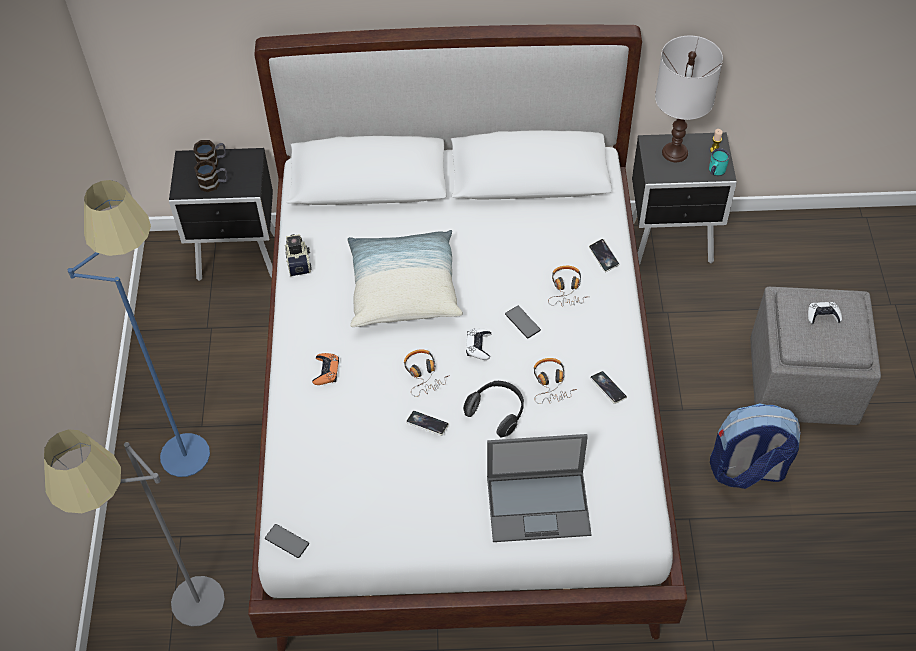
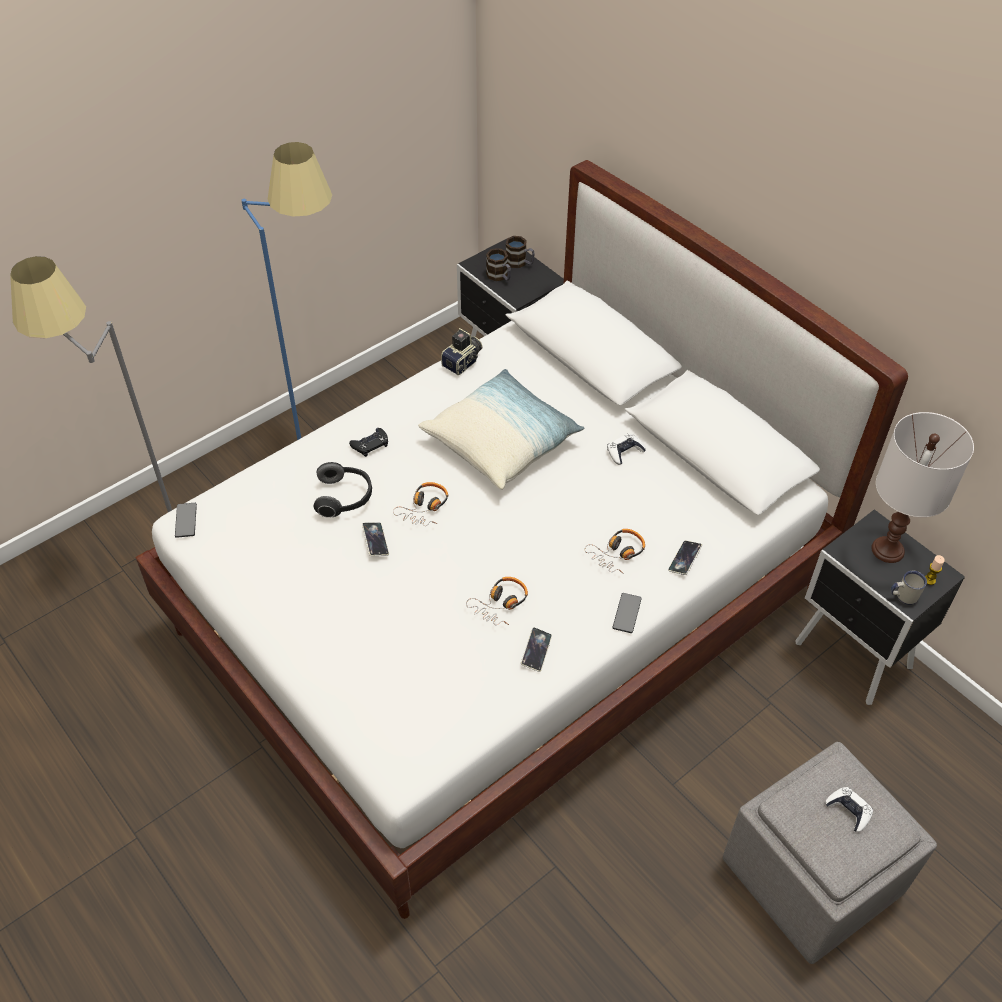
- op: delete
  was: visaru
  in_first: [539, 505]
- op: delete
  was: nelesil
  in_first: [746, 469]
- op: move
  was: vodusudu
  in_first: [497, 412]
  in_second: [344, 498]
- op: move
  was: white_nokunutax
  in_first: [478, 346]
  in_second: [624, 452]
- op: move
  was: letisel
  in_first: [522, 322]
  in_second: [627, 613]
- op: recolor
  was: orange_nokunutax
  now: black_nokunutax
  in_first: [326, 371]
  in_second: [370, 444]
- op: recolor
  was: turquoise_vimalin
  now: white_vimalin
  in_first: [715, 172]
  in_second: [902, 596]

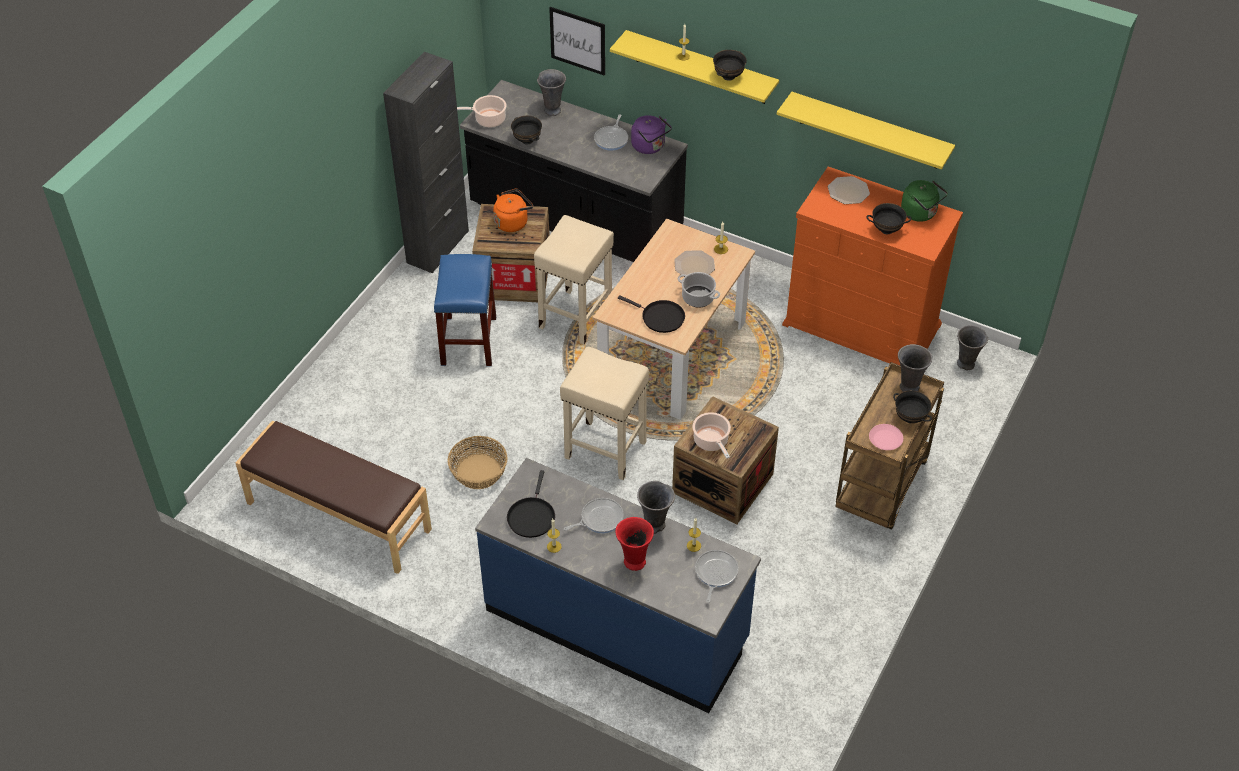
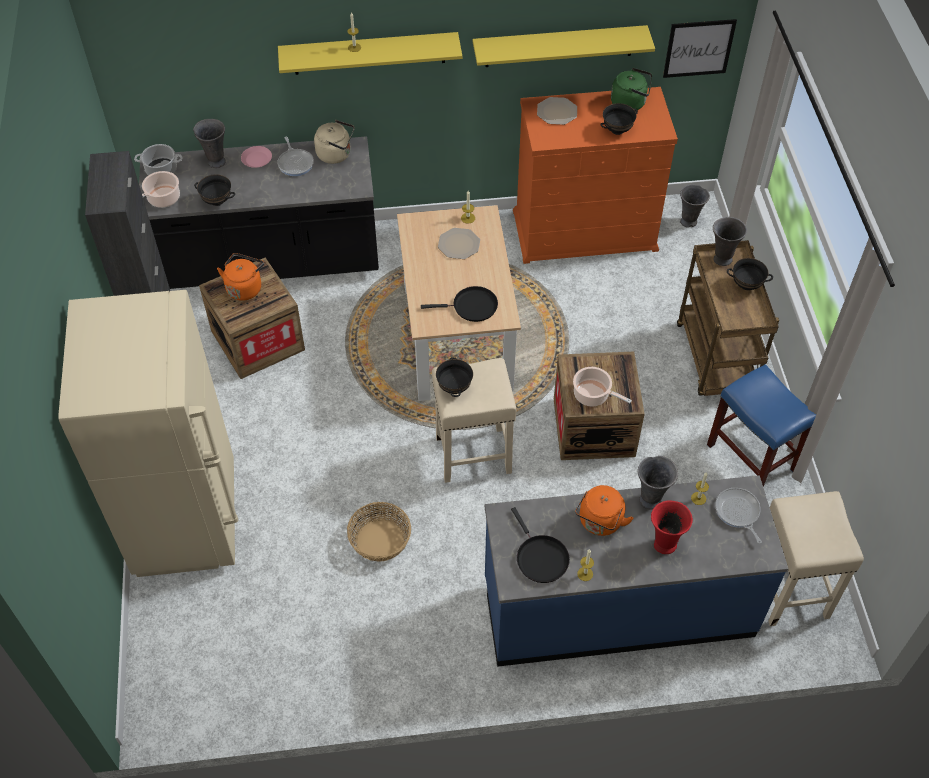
- op: delete
  was: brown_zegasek
  in_first: [338, 517]
- op: insert
  now: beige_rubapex
  in_second: [187, 519]
- op: move
  was: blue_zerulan
  in_first: [469, 341]
  in_second: [752, 457]
- op: move
  was: beige_zerulan
  in_first: [576, 316]
  in_second: [788, 588]
- op: move
  was: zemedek
  in_first: [578, 40]
  in_second: [698, 48]
- op: move
  was: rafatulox
  in_first: [698, 298]
  in_second: [162, 170]
- op: move
  was: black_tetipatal
  in_first: [729, 76]
  in_second: [455, 387]
- op: move
  was: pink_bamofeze
  in_first: [885, 440]
  in_second: [256, 160]
- op: replace
  was: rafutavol
  now: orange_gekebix
  in_first: [599, 519]
  in_second: [600, 523]
- op: recolor
  was: purple_gekebix
  now: beige_gekebix
  in_first: [650, 147]
  in_second: [336, 154]

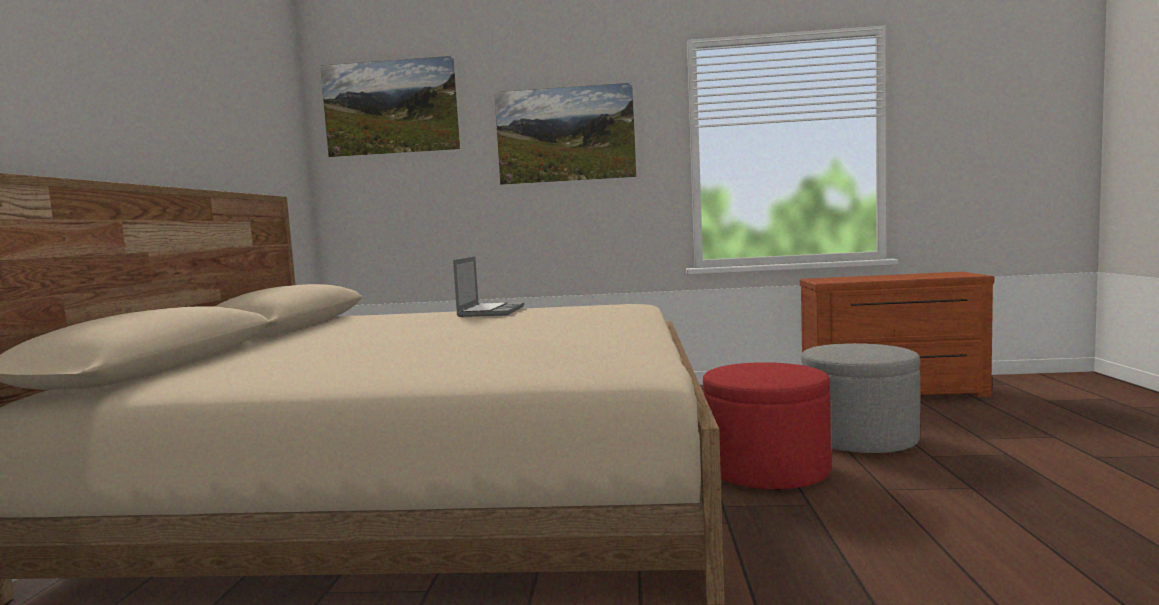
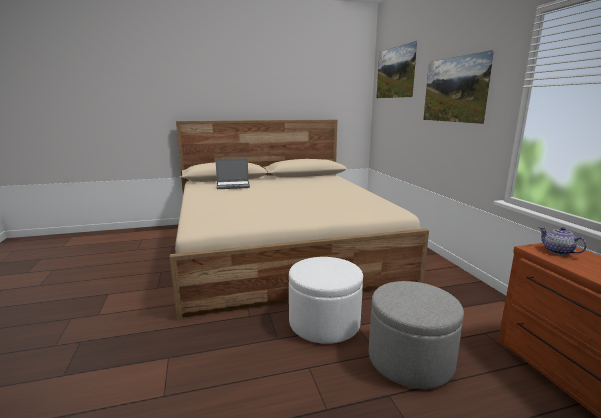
- op: insert
  now: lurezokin
  in_second: [558, 251]
- op: move
  was: visaru
  in_first: [490, 311]
  in_second: [233, 186]
- op: recolor
  was: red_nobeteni
  now: white_nobeteni
  in_first: [766, 470]
  in_second: [324, 323]

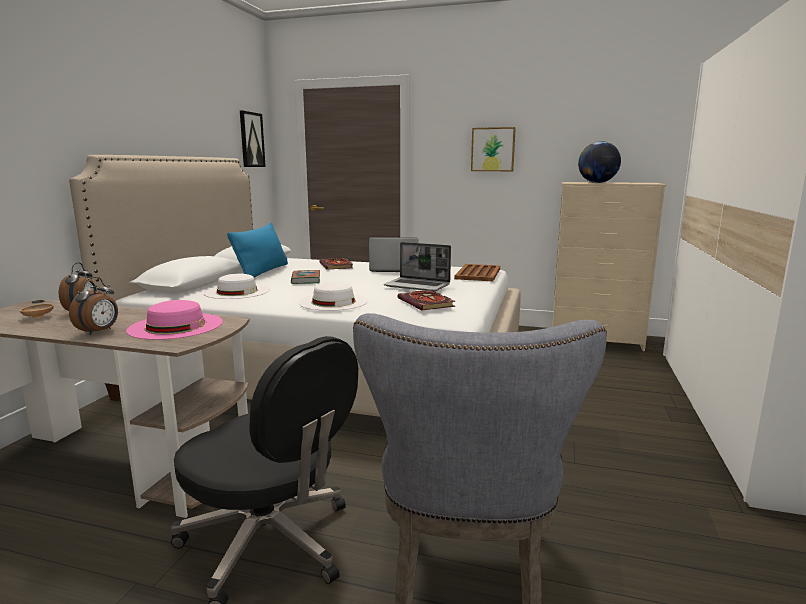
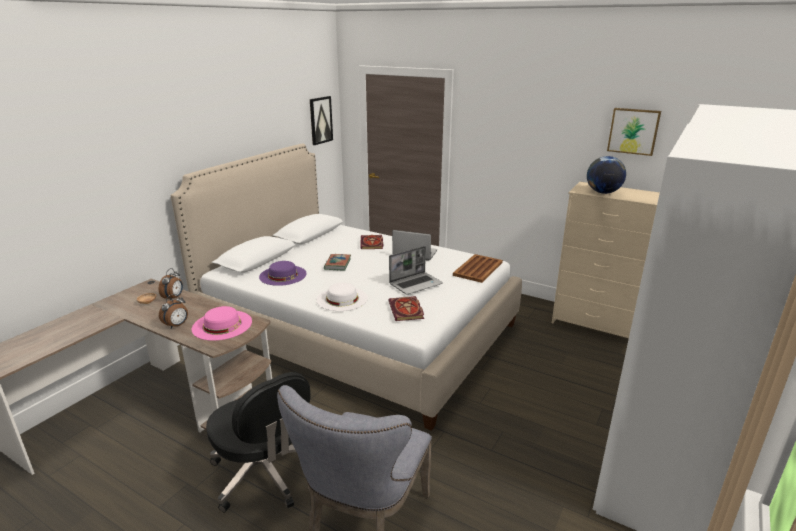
- op: delete
  was: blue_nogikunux
  in_first: [262, 272]
- op: move
  was: zemedek
  in_first: [493, 149]
  in_second: [633, 131]
- op: recolor
  was: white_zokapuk
  now: purple_zokapuk
  in_first: [237, 291]
  in_second: [283, 275]
- op: rotate
  was: visaru
  in_first: [418, 286]
  in_second: [416, 284]
  clockwise: -75

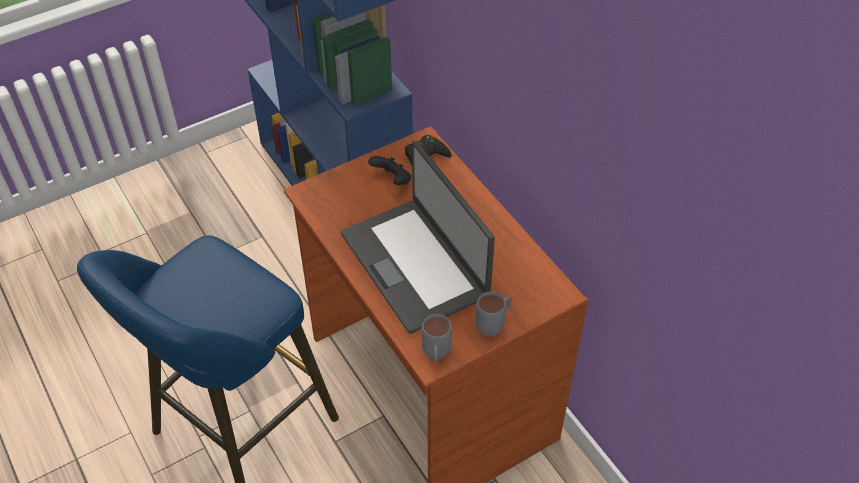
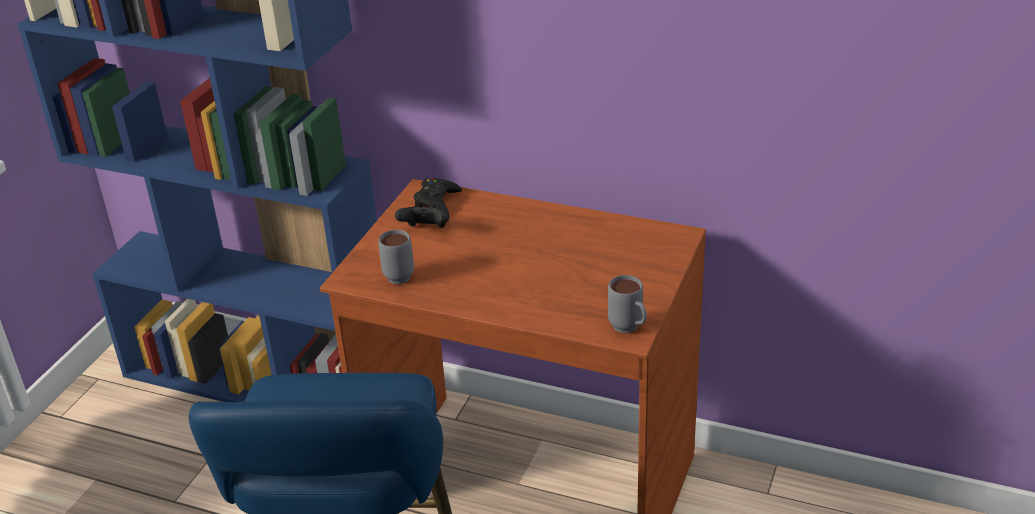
- op: delete
  was: visaru
  in_first: [415, 264]
- op: move
  was: grey_vimalin
  in_first: [494, 325]
  in_second: [401, 274]

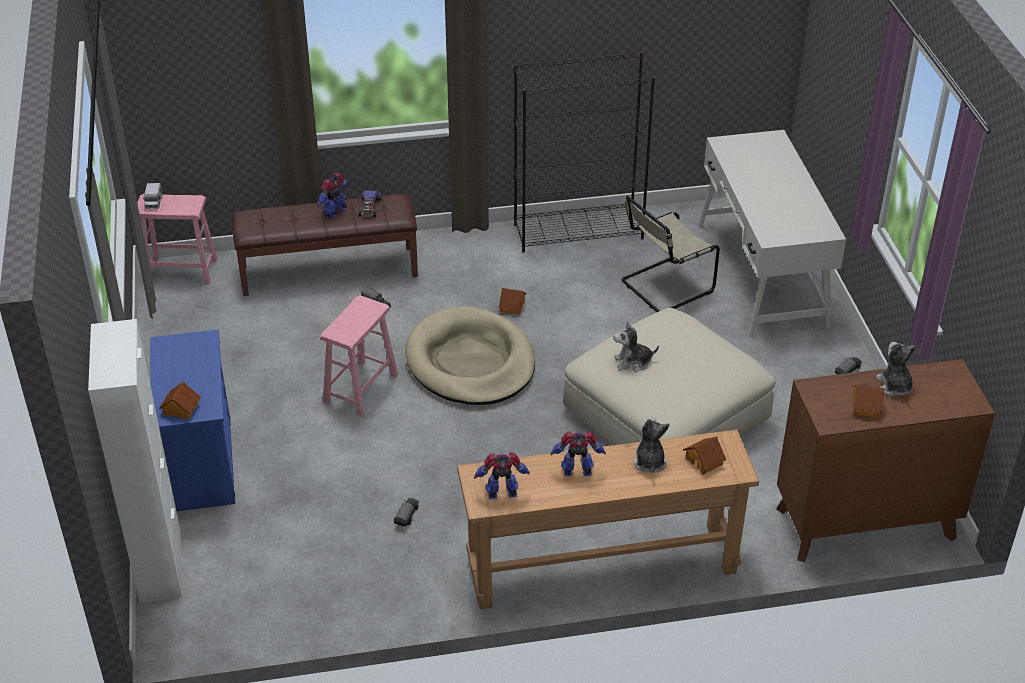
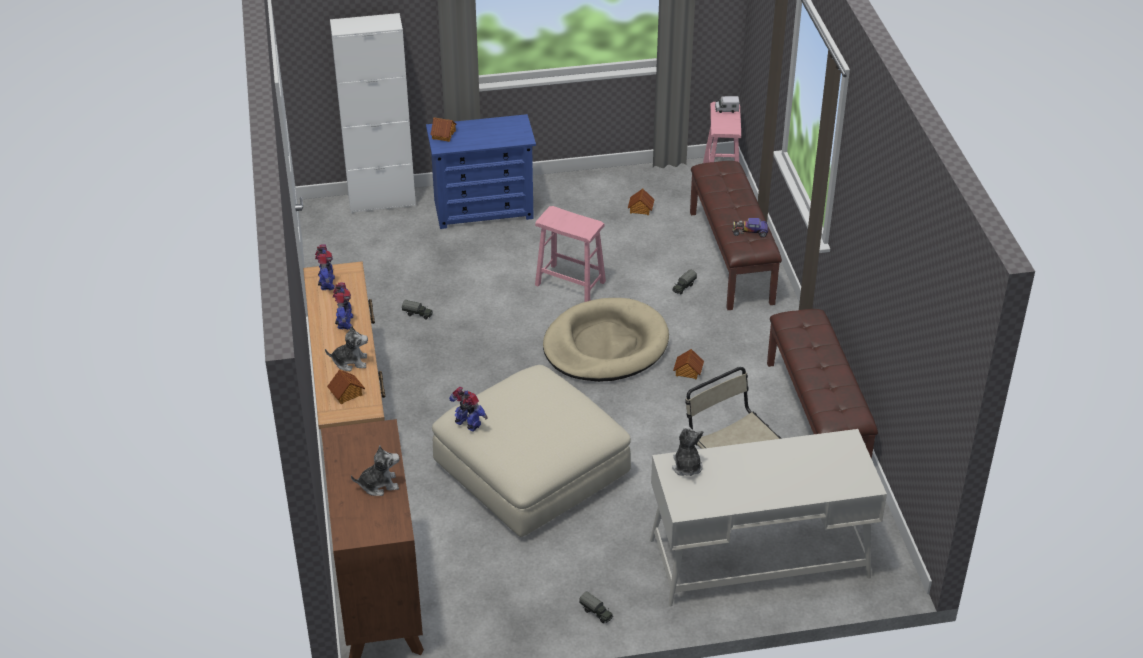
- op: move
  was: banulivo
  in_first: [335, 212]
  in_second: [467, 424]
- op: move
  was: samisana
  in_first: [633, 362]
  in_second: [686, 466]
- op: move
  was: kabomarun
  in_first: [866, 406]
  in_second: [640, 209]
- op: replace
  was: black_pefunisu
  now: brown_zegasek
  in_first: [579, 231]
  in_second: [816, 418]

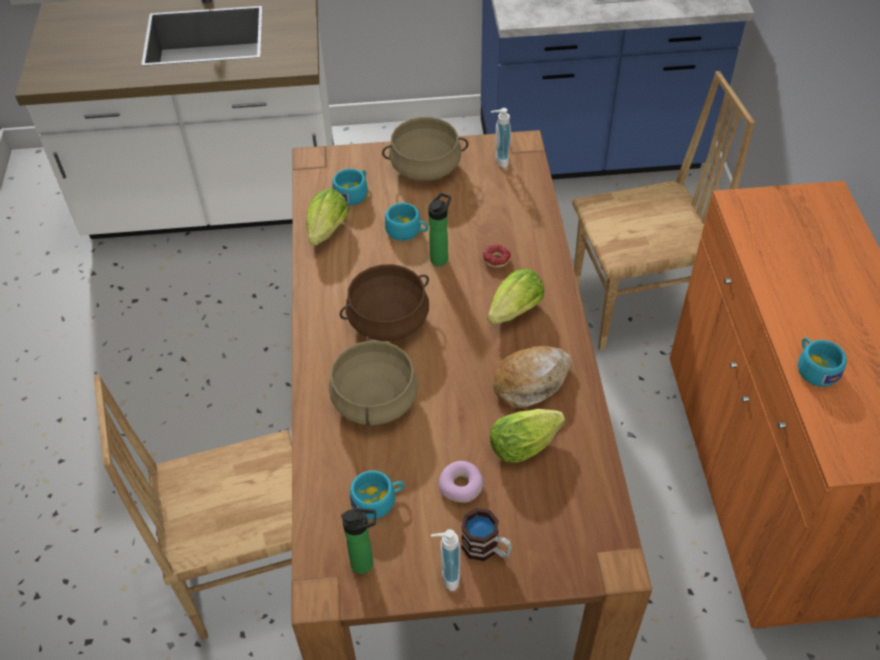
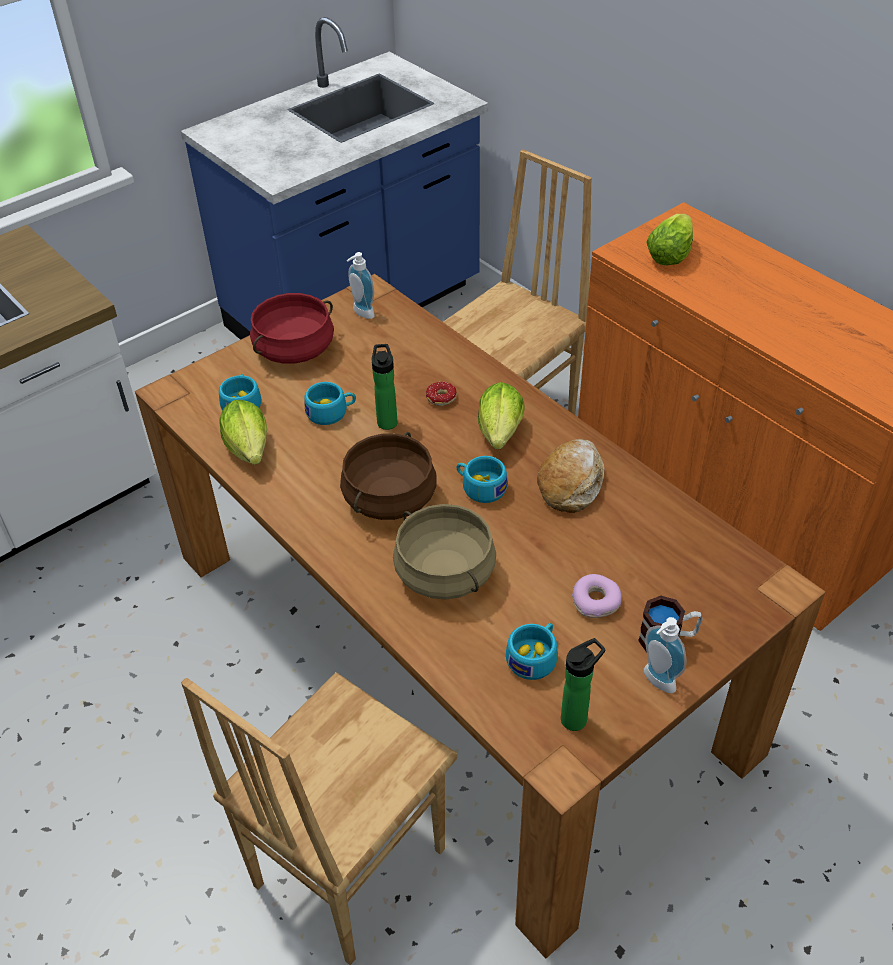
- op: move
  was: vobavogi
  in_first: [527, 444]
  in_second: [671, 254]
- op: move
  was: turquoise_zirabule
  in_first: [815, 368]
  in_second: [480, 487]
- op: recolor
  was: beige_rafatulox
  now: red_rafatulox
  in_first: [425, 167]
  in_second: [295, 350]

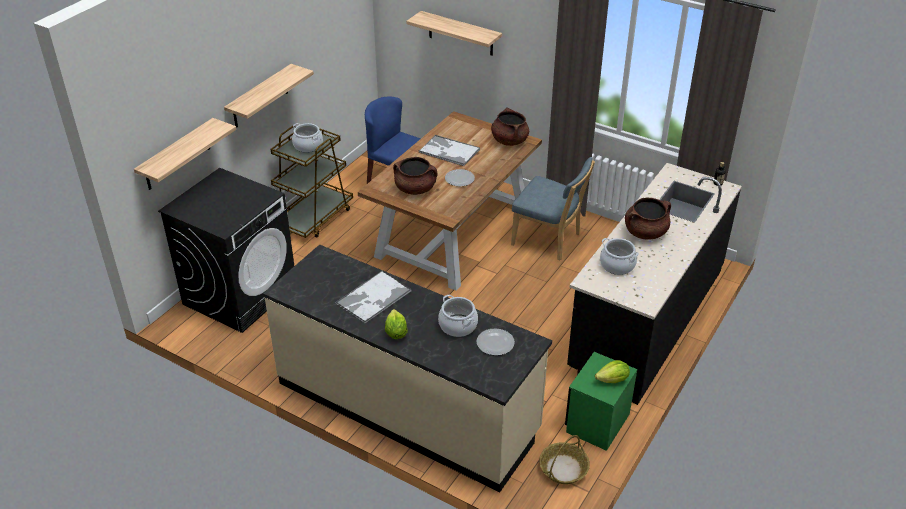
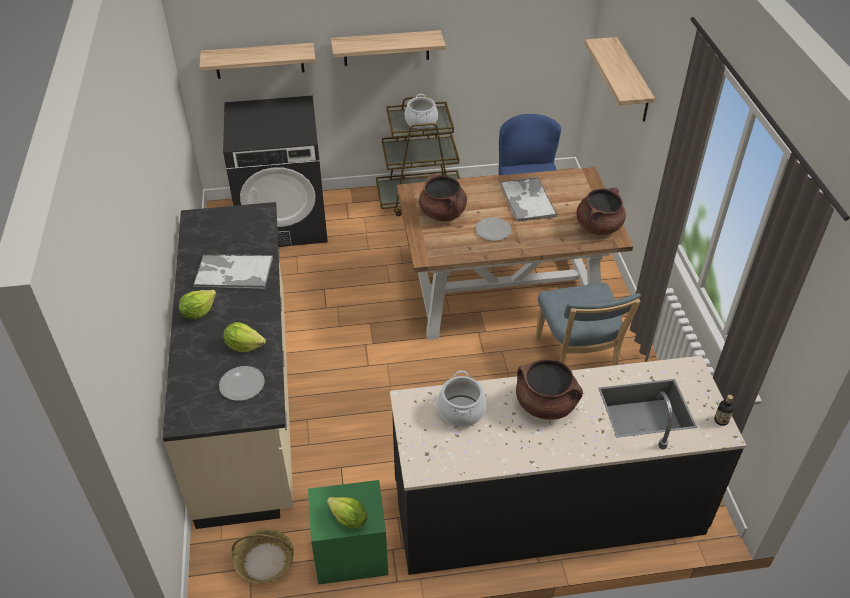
- op: replace
  was: rafatulox
  now: vobavogi
  in_first: [458, 326]
  in_second: [244, 346]

